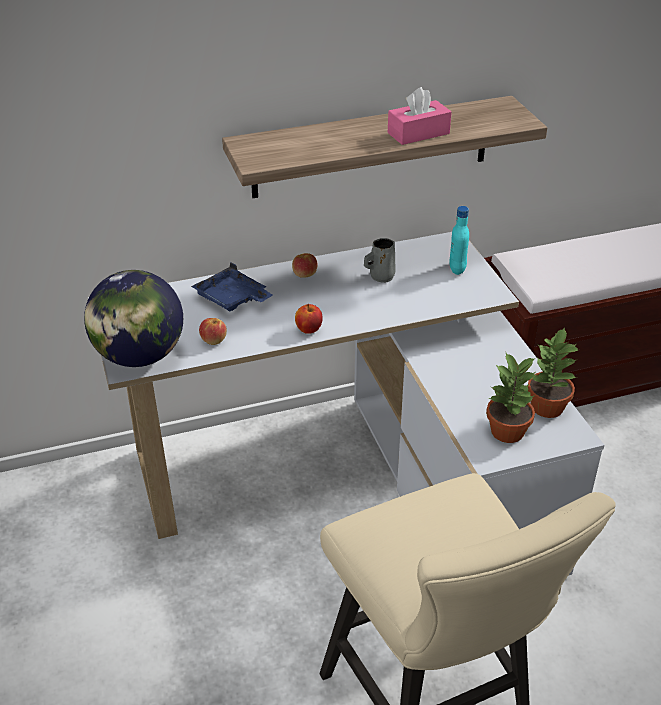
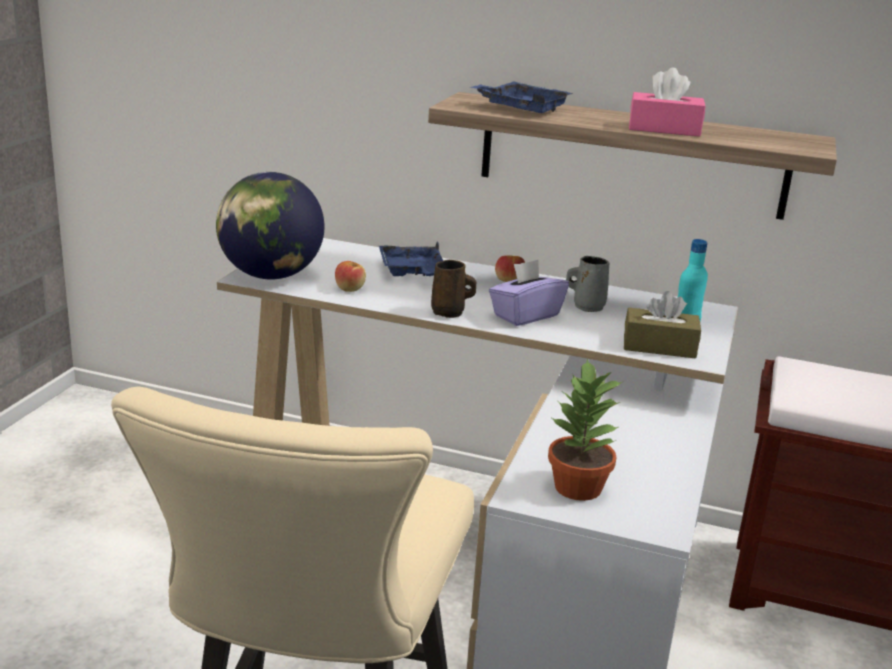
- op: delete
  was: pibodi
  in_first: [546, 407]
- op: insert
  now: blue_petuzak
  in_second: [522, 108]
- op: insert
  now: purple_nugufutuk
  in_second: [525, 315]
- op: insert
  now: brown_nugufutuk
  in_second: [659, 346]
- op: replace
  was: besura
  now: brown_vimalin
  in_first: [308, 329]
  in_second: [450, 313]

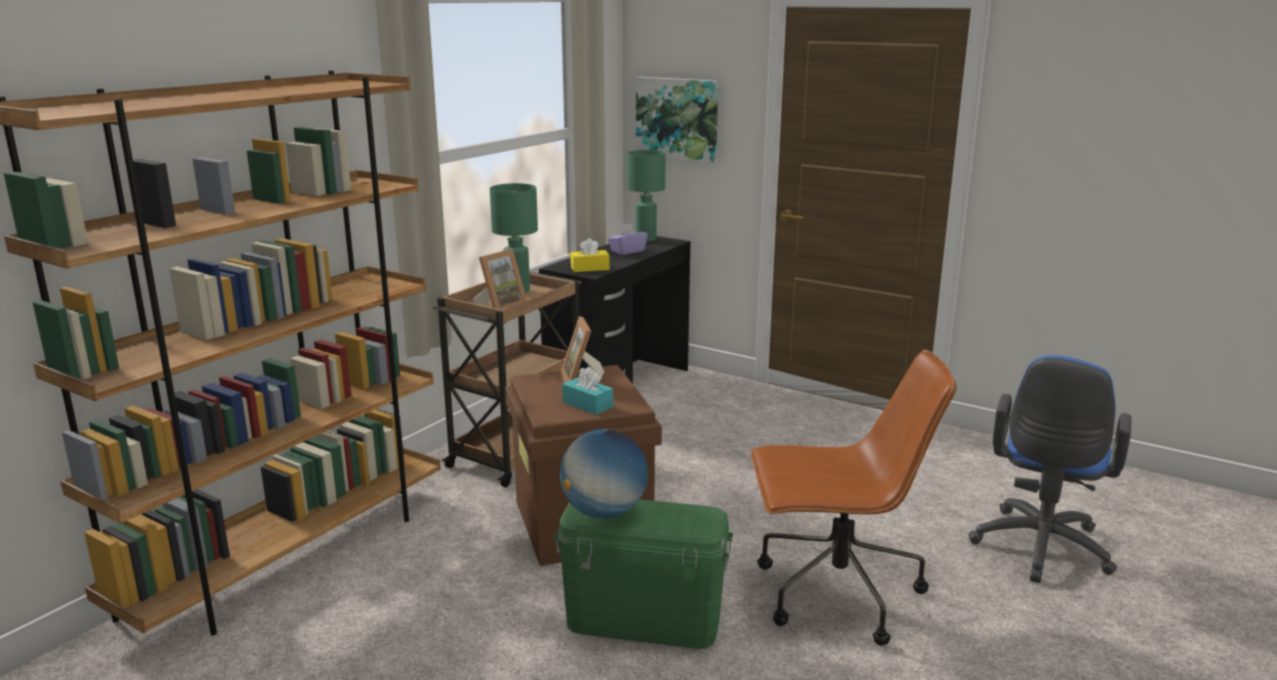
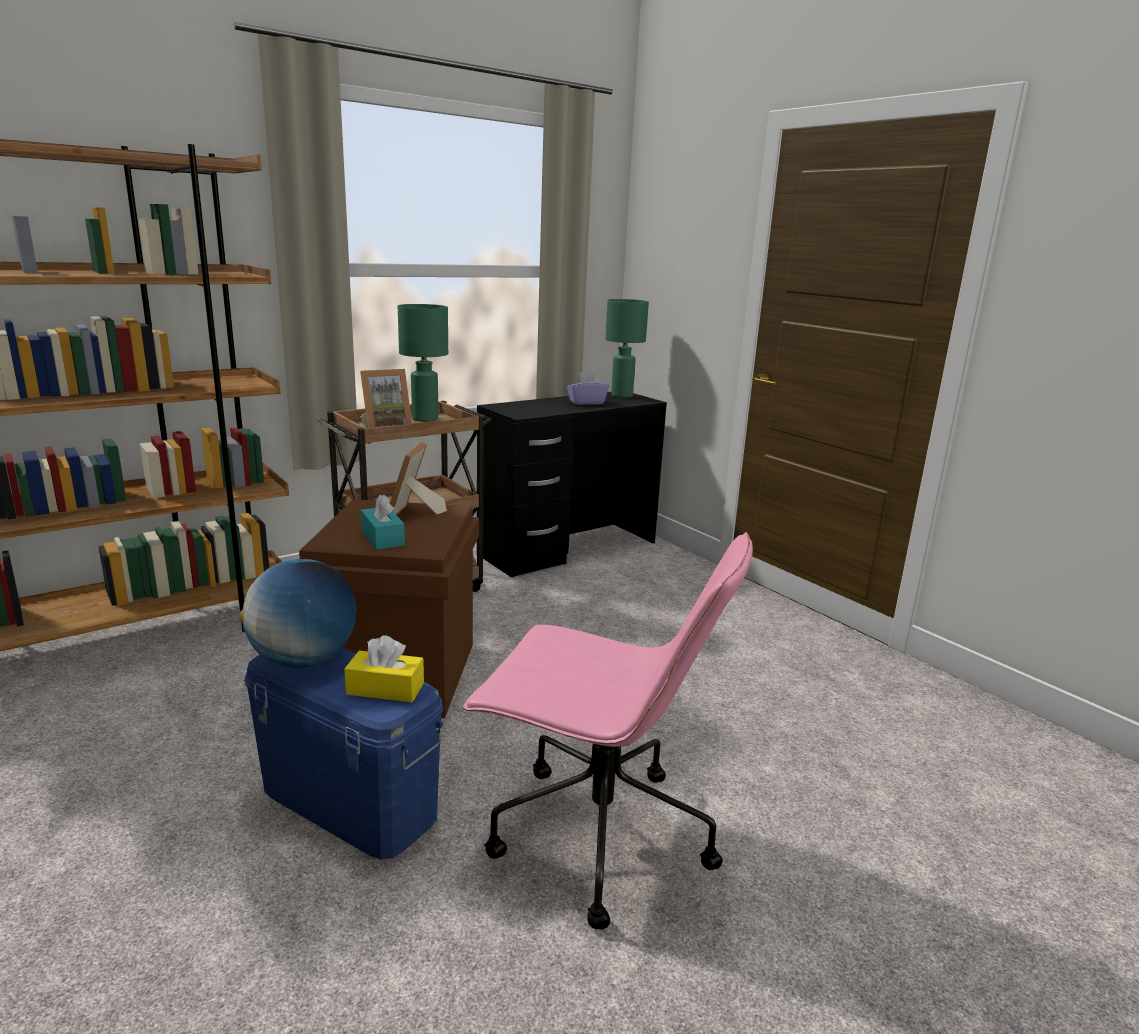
- op: delete
  was: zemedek
  in_first: [677, 118]
- op: delete
  was: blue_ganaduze
  in_first: [1039, 550]
- op: move
  was: yellow_nugufutuk
  in_first: [590, 268]
  in_second: [385, 689]
- op: recolor
  was: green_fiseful
  now: blue_fiseful
  in_first: [643, 621]
  in_second: [348, 802]
- op: recolor
  was: brown_ganaduze
  now: pink_ganaduze
  in_first: [834, 594]
  in_second: [596, 836]

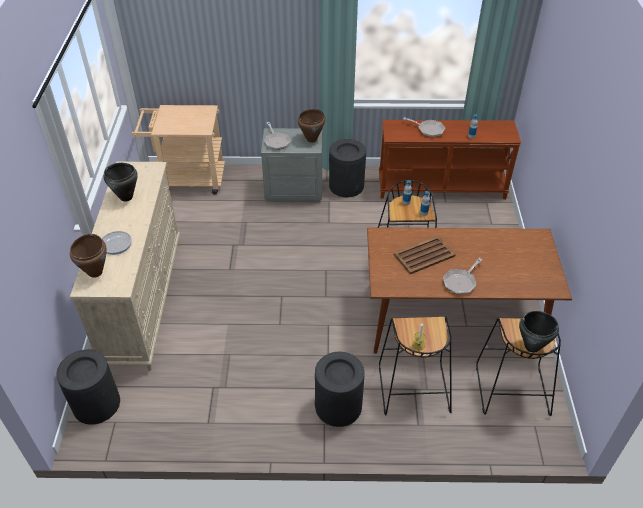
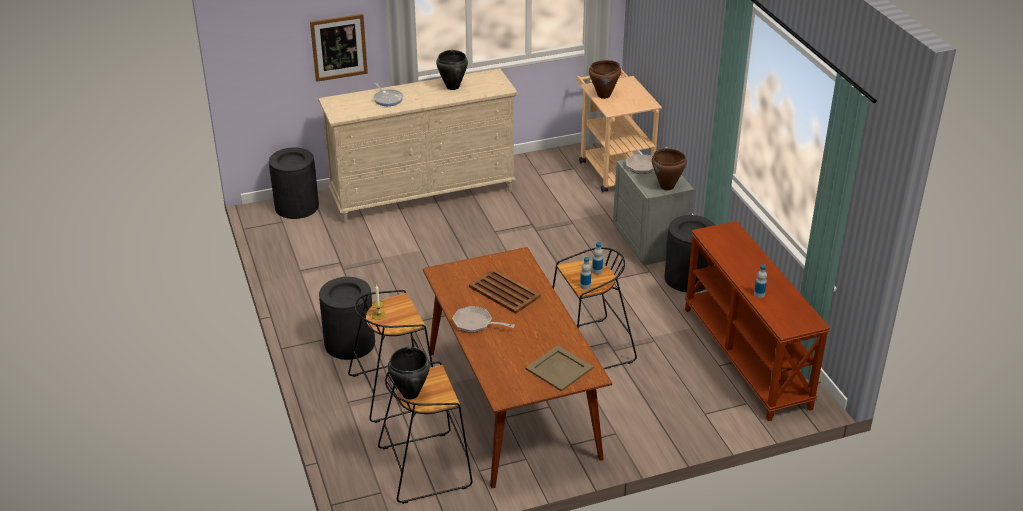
- op: delete
  was: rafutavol
  in_first: [428, 130]
- op: insert
  now: zemedek
  in_second: [339, 47]
- op: insert
  now: beige_petuzak
  in_second: [559, 369]
- op: move
  was: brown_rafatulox
  in_first: [95, 272]
  in_second: [604, 95]

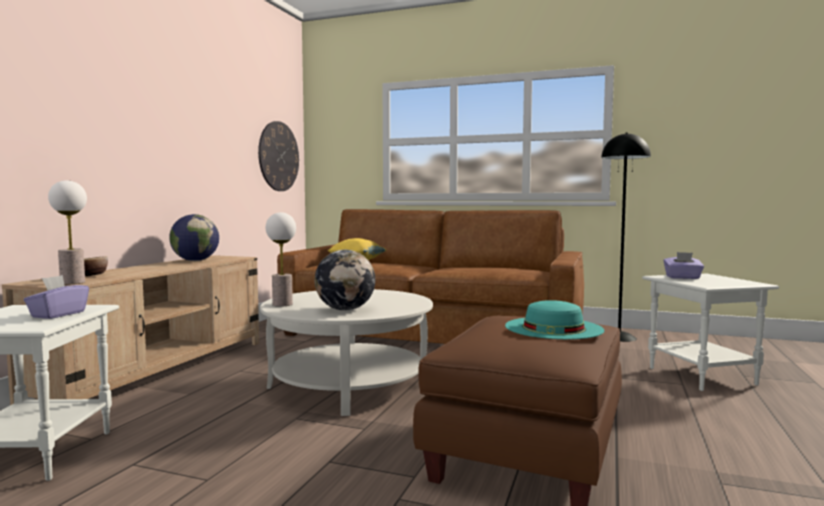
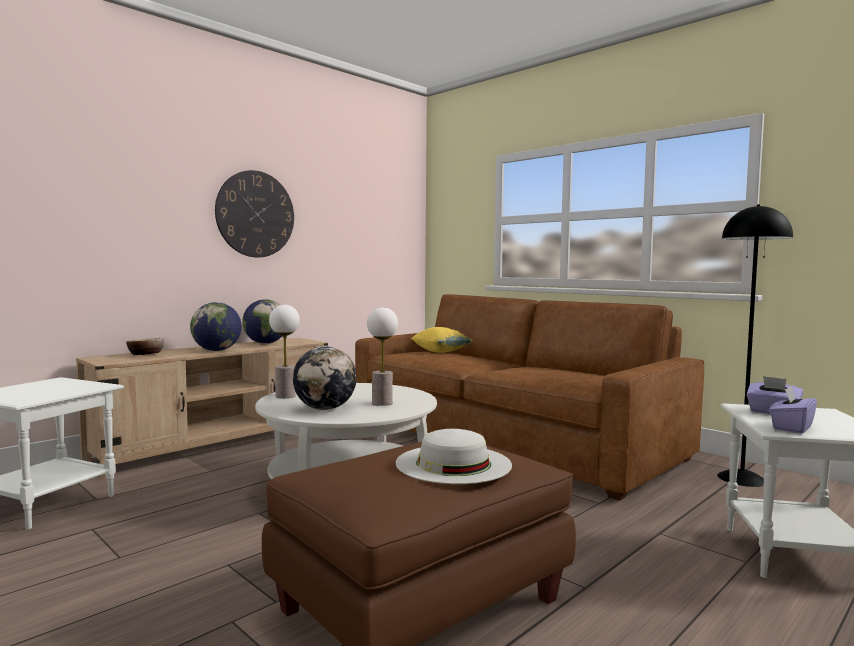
- op: insert
  now: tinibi
  in_second: [217, 350]
- op: move
  was: purple_nugufutuk
  in_first: [58, 314]
  in_second: [791, 427]
- op: move
  was: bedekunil
  in_first: [72, 282]
  in_second: [382, 403]
- op: move
  was: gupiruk
  in_first: [278, 156]
  in_second: [255, 214]
- op: recolor
  was: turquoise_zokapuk
  now: white_zokapuk
  in_first: [553, 328]
  in_second: [453, 463]

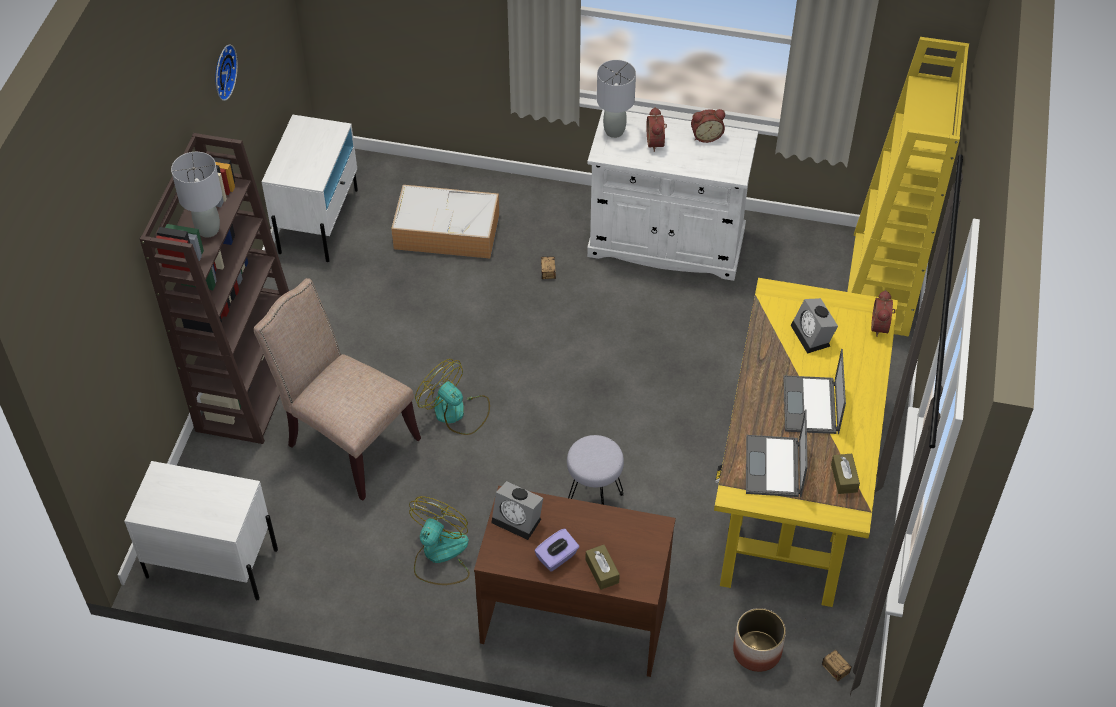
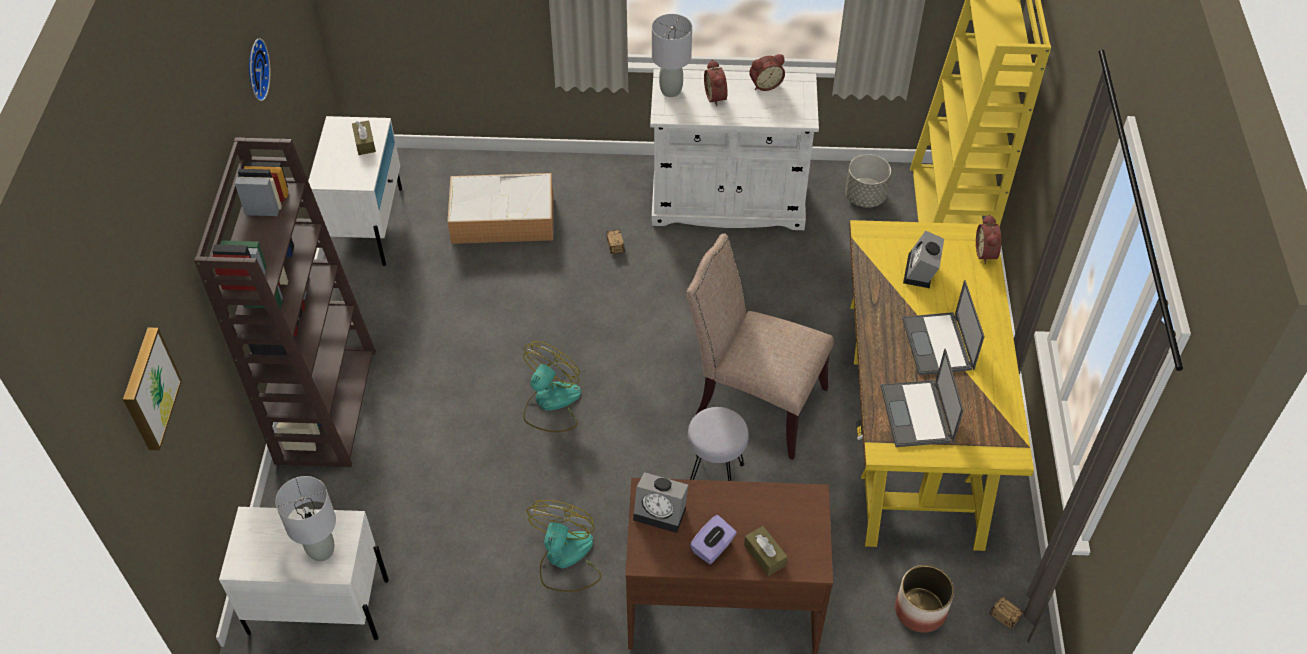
- op: insert
  now: zemedek
  in_second: [148, 389]
- op: insert
  now: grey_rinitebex
  in_second: [865, 196]
- op: move
  was: grey_bedekunil
  in_first: [208, 230]
  in_second: [321, 551]
- op: move
  was: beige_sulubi
  in_first: [347, 442]
  in_second: [754, 402]
- op: move
  was: brown_nugufutuk
  in_first: [844, 478]
  in_second: [364, 142]
- op: rotate
  was: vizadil
  in_first: [456, 412]
  in_second: [551, 403]
  clockwise: 90
- op: rotate
  was: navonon
  in_first: [813, 336]
  in_second: [921, 272]
  clockwise: 45

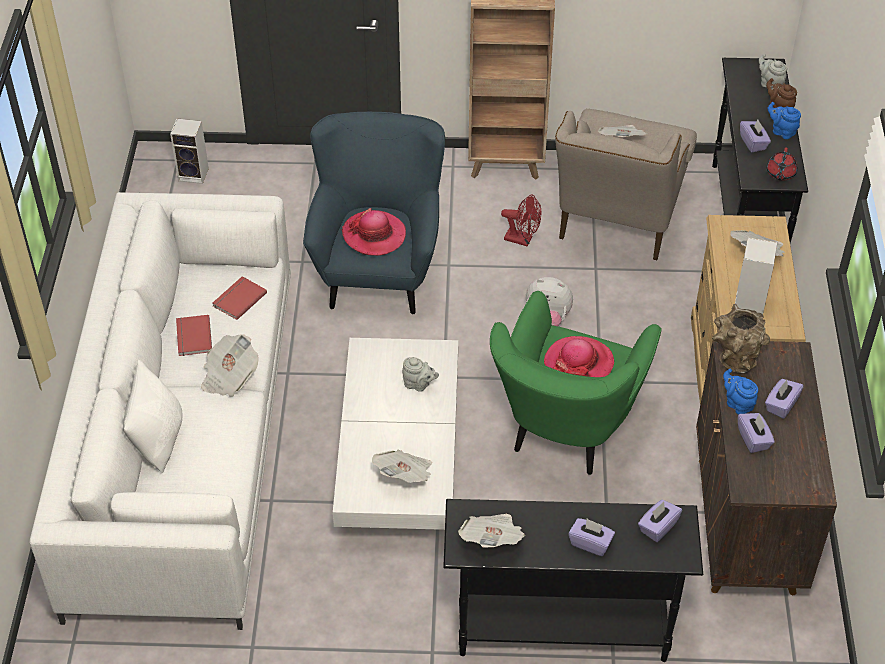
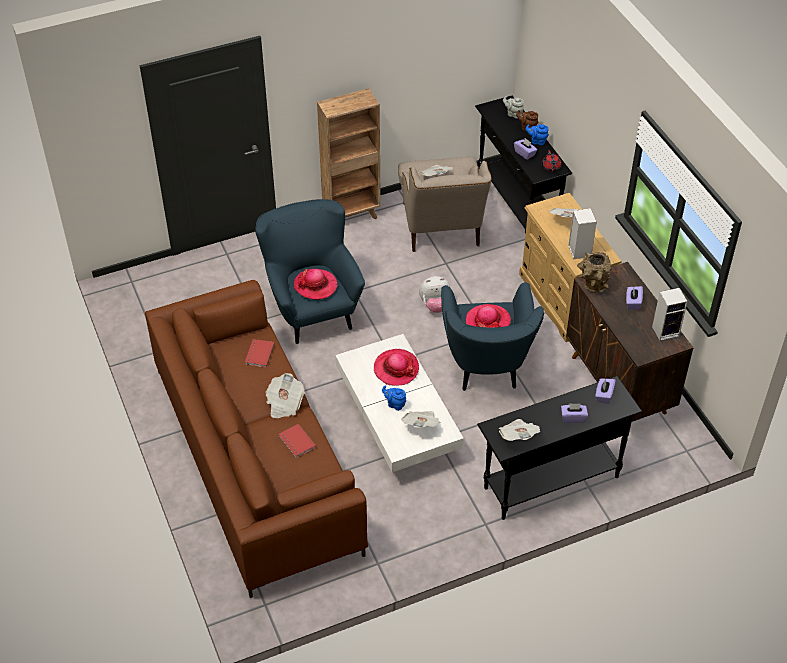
- op: delete
  was: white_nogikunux
  in_first: [157, 439]
- op: delete
  was: red_vizadil
  in_first: [522, 239]
- op: delete
  was: purple_nugufutuk
  in_first: [753, 439]
- op: move
  was: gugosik
  in_first: [194, 174]
  in_second: [666, 331]
- op: move
  was: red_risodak
  in_first: [192, 337]
  in_second: [296, 442]
- op: move
  was: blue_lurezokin
  in_first: [738, 404]
  in_second: [395, 404]
- op: replace
  was: grey_lurezokin
  now: zokapuk
  in_first: [418, 385]
  in_second: [396, 369]
- op: recolor
  was: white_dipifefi
  now: brown_dipifefi
  in_first: [185, 440]
  in_second: [256, 458]
- op: recolor
  was: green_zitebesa
  now: blue_zitebesa
  in_first: [566, 432]
  in_second: [486, 368]

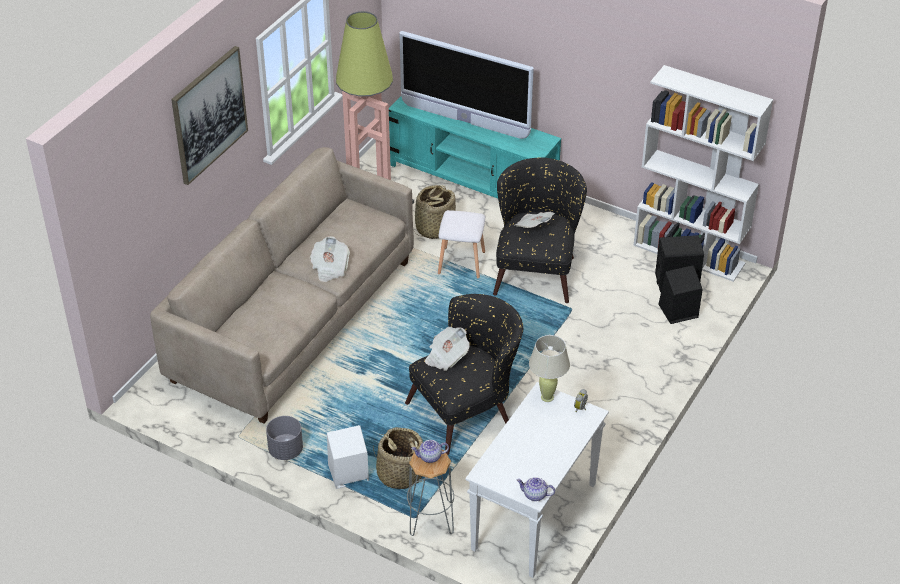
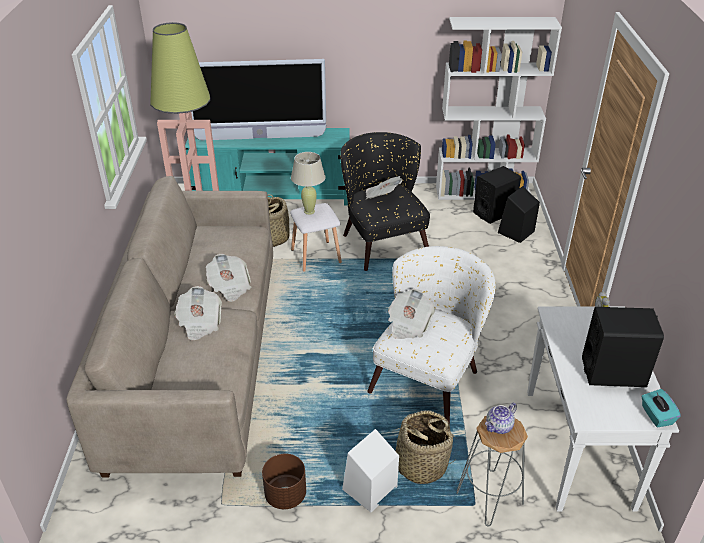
- op: delete
  was: zemedek
  in_first: [209, 114]
- op: insert
  now: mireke
  in_second: [199, 323]
- op: insert
  now: black_gugosik
  in_second: [613, 372]
- op: move
  was: beige_bedekunil
  in_first: [547, 397]
  in_second: [309, 211]
- op: replace
  was: lurezokin
  now: turquoise_nugufutuk
  in_first: [534, 495]
  in_second: [656, 416]
- op: recolor
  was: grey_rinitebex
  now: brown_rinitebex
  in_first: [285, 450]
  in_second: [285, 495]
- op: recolor
  was: black_zitebesa
  now: white_zitebesa
  in_first: [468, 410]
  in_second: [430, 375]

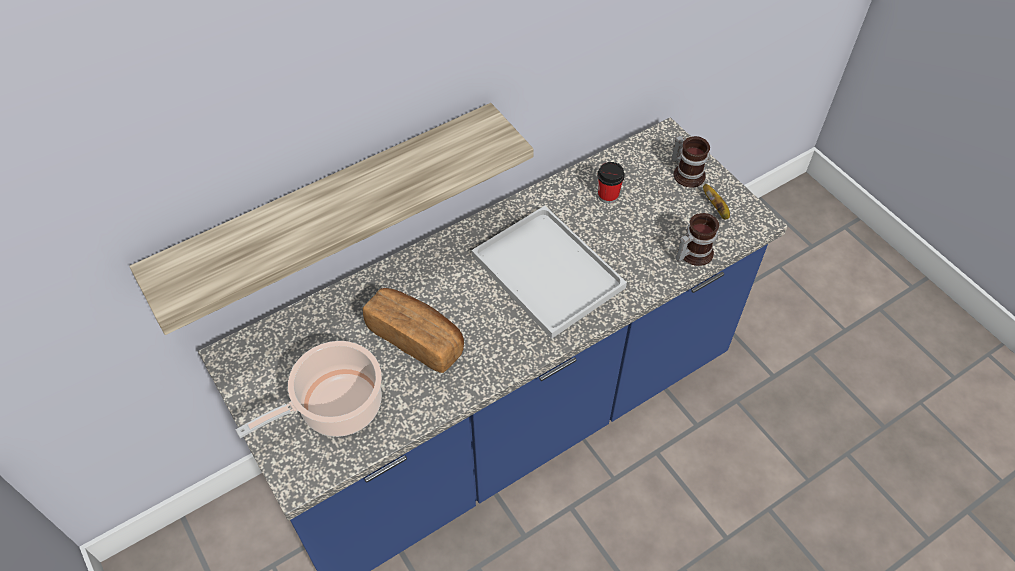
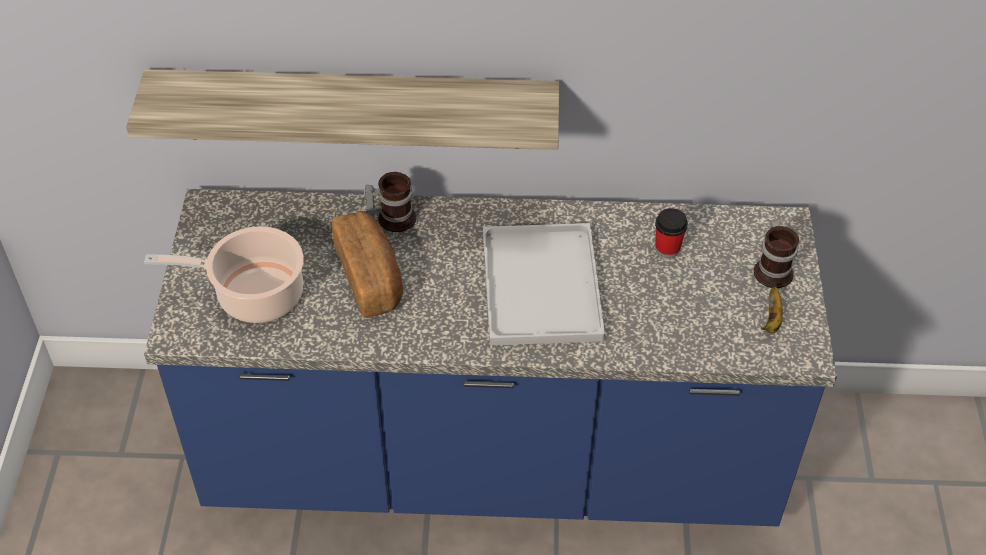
- op: move
  was: vimalin
  in_first: [692, 253]
  in_second: [393, 217]

